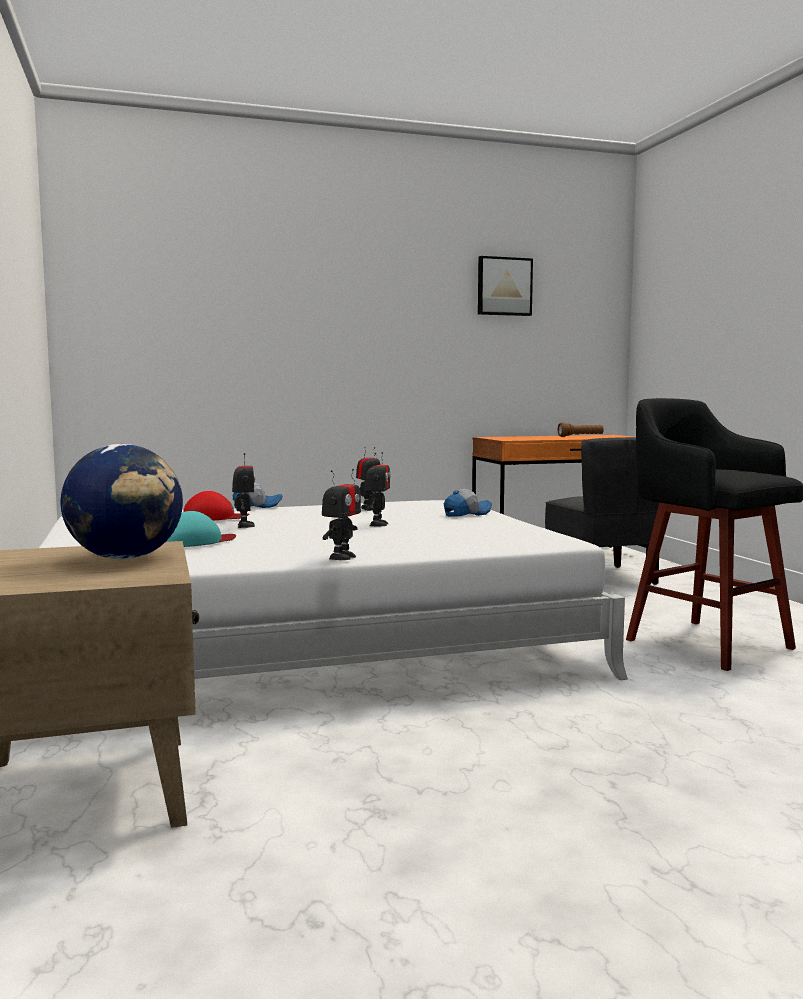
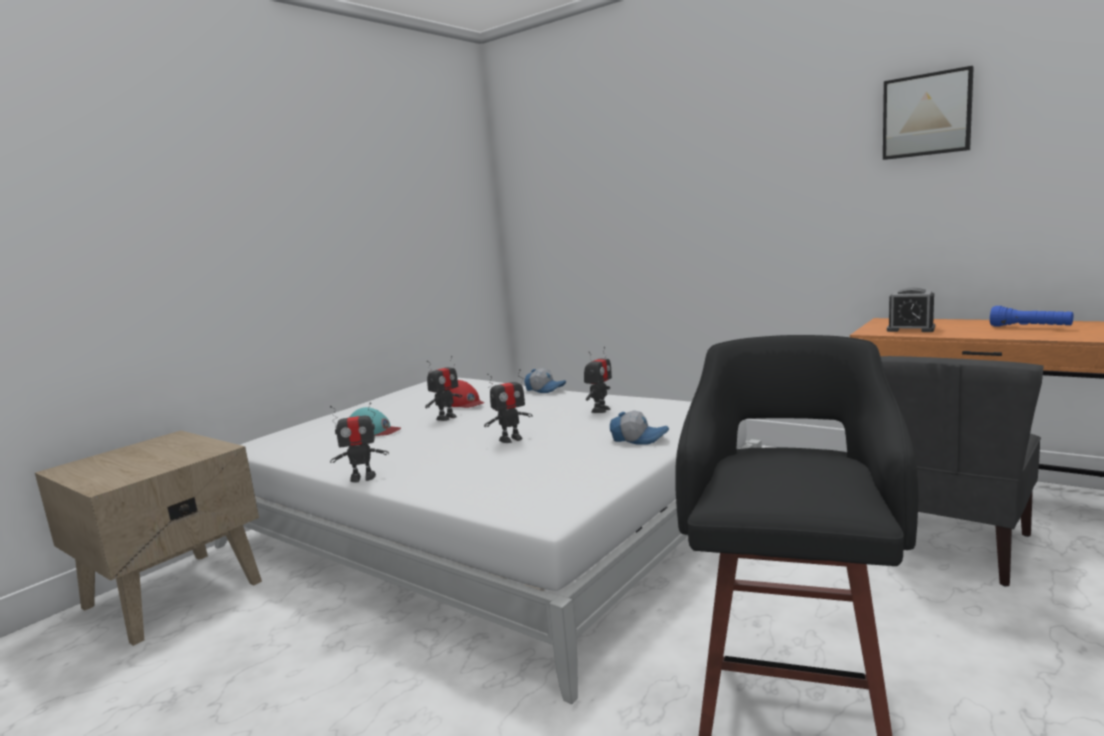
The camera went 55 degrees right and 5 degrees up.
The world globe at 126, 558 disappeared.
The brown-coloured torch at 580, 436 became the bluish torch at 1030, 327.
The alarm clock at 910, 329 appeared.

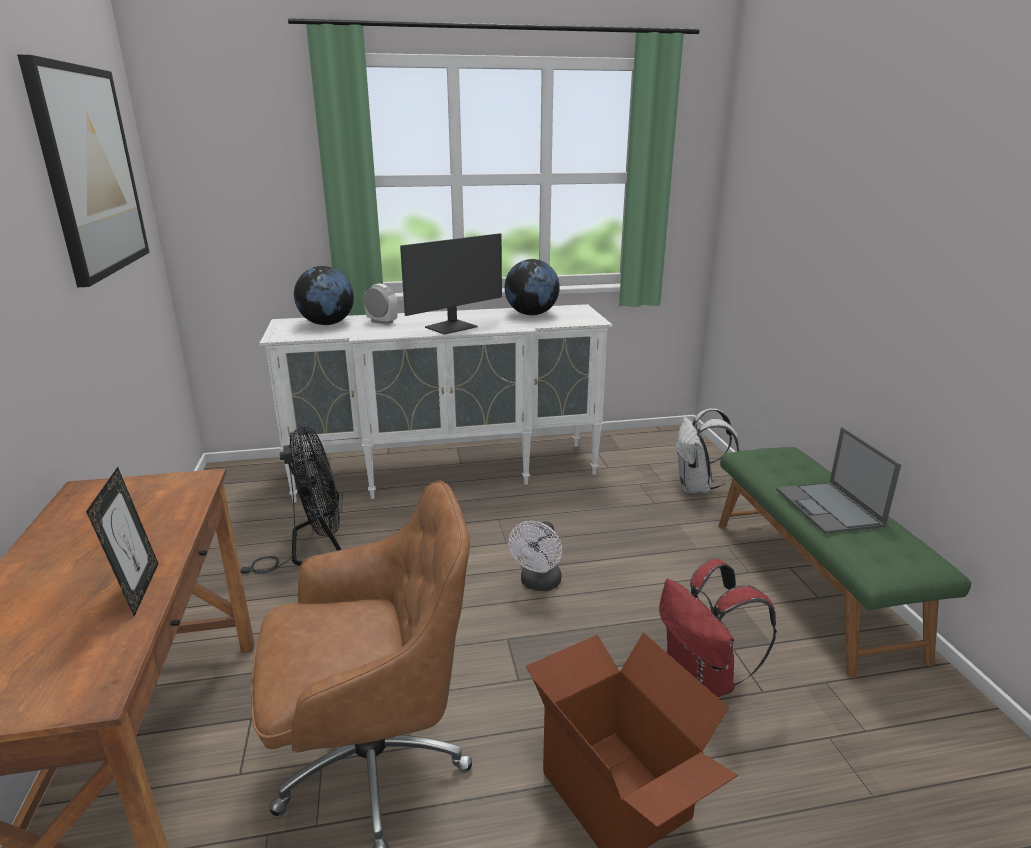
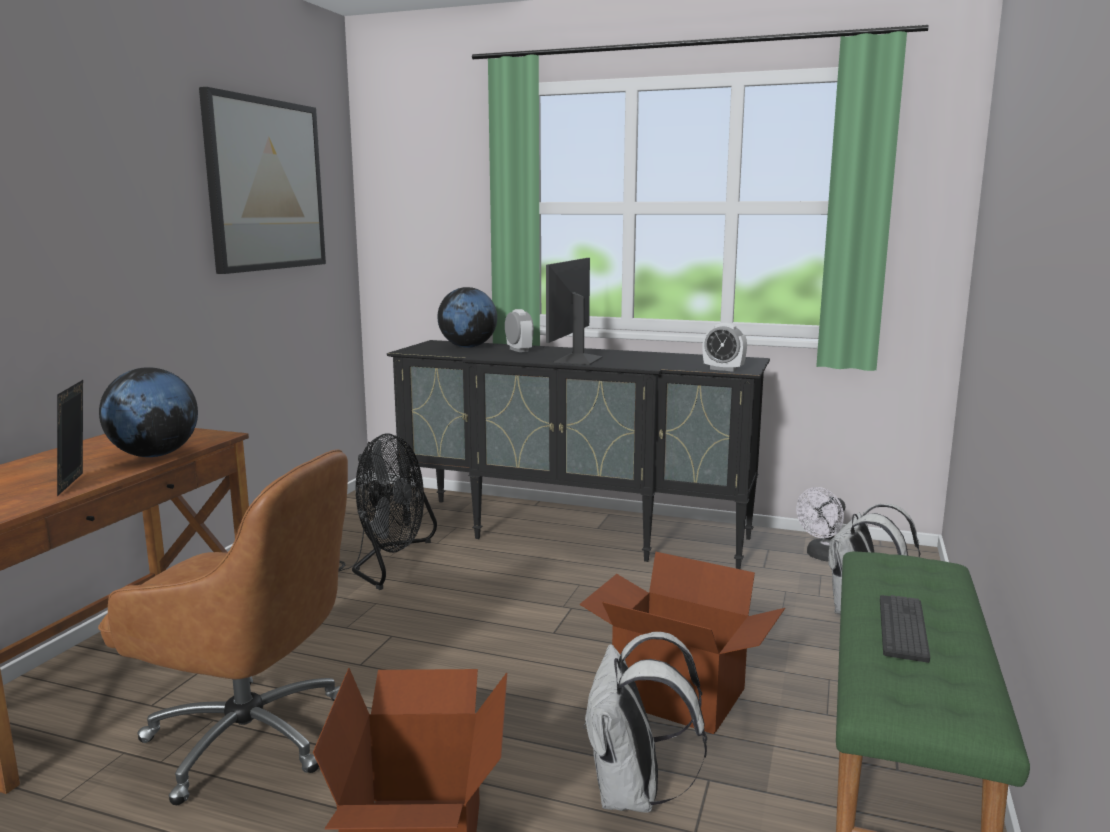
The camera went 30 degrees right and 10 degrees down.
The photo frame at 139, 589 turned 150 degrees clockwise.
The white cupboard at 447, 472 became the black-coloured cupboard at 573, 533.
The computer display at 452, 327 turned 120 degrees clockwise.
The world globe moved from 531, 314 to 154, 455.
The white fan moved from 538, 584 to 823, 557.
The reddish knapsack at 703, 680 became the white knapsack at 633, 794.
The notebook computer at 829, 508 was replaced by the PC keyboard at 902, 628.
The carton at 677, 697 appeared.
The alarm clock at 723, 369 appeared.

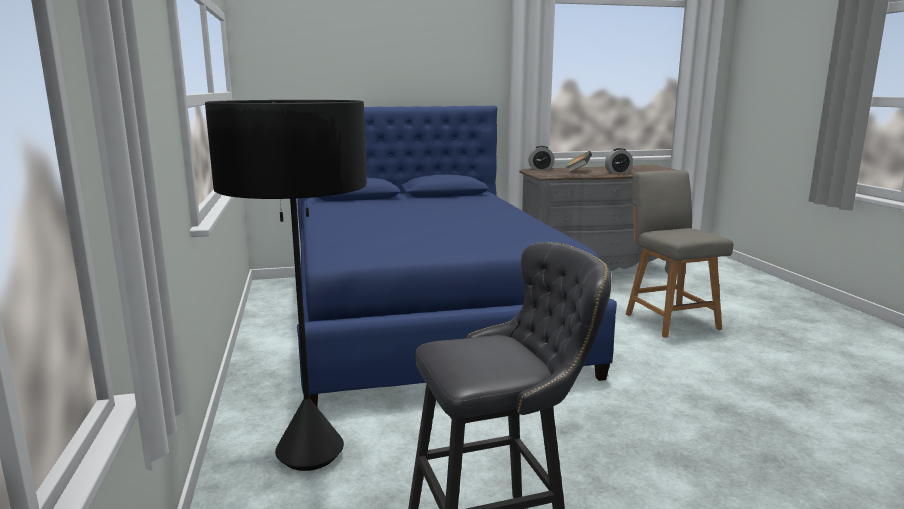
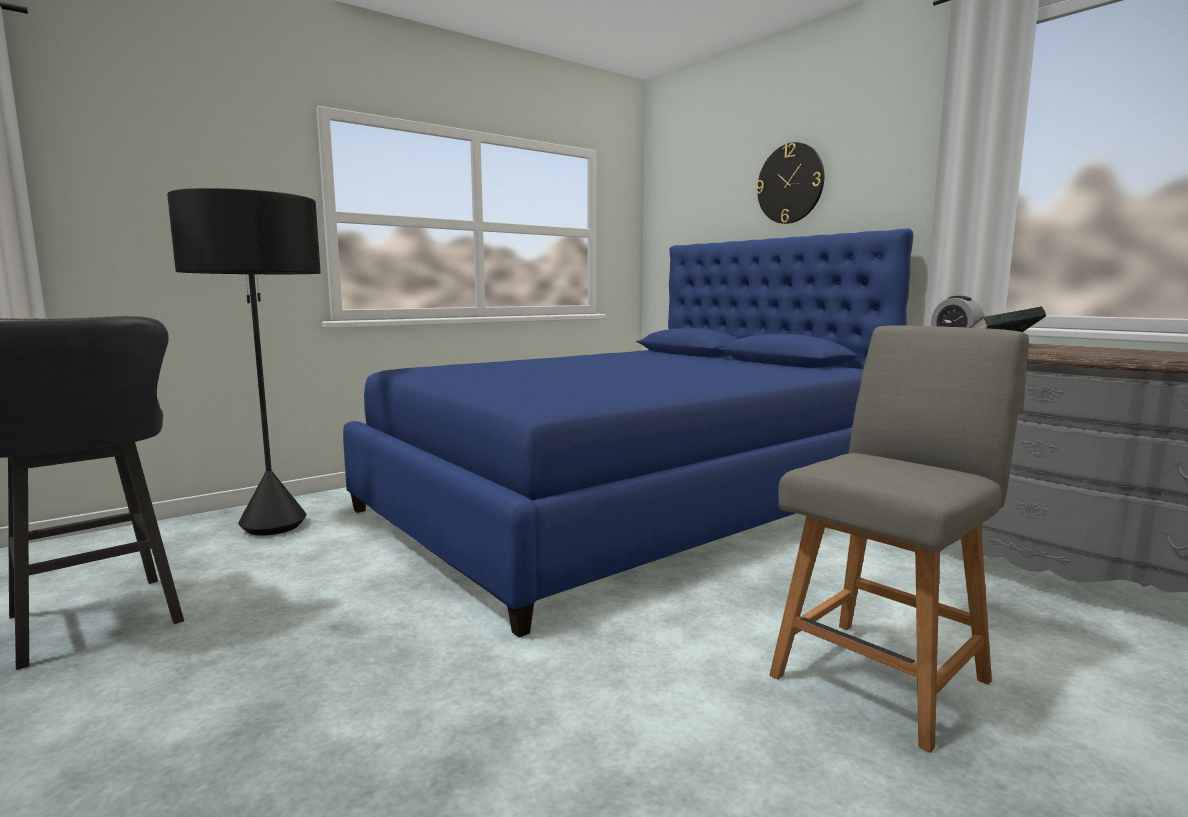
The camera went 65 degrees right and 5 degrees down.
The alarm clock at 618, 172 disappeared.
The clock on the wall at 790, 183 appeared.

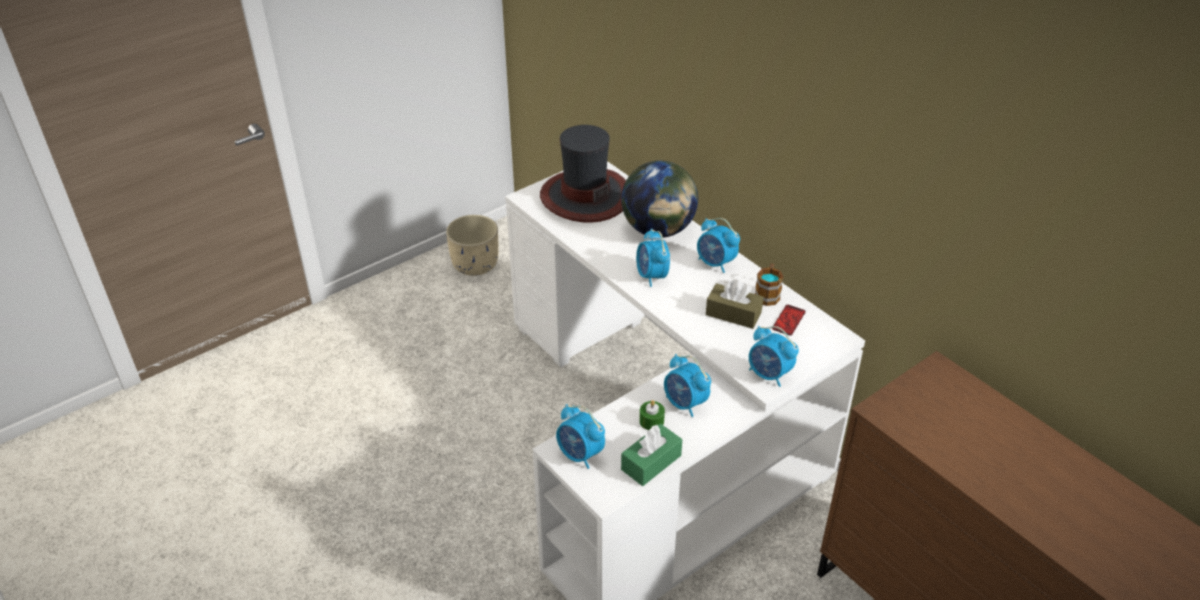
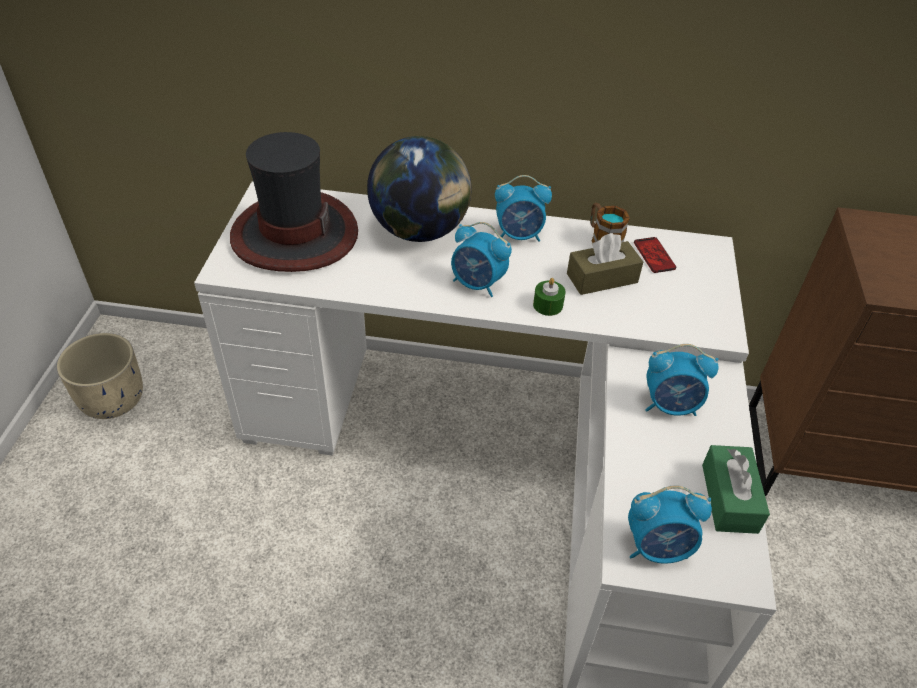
The camera went 45 degrees left and 5 degrees up.
The green candle moved from 651, 421 to 548, 305.
The alarm clock at 769, 374 disappeared.

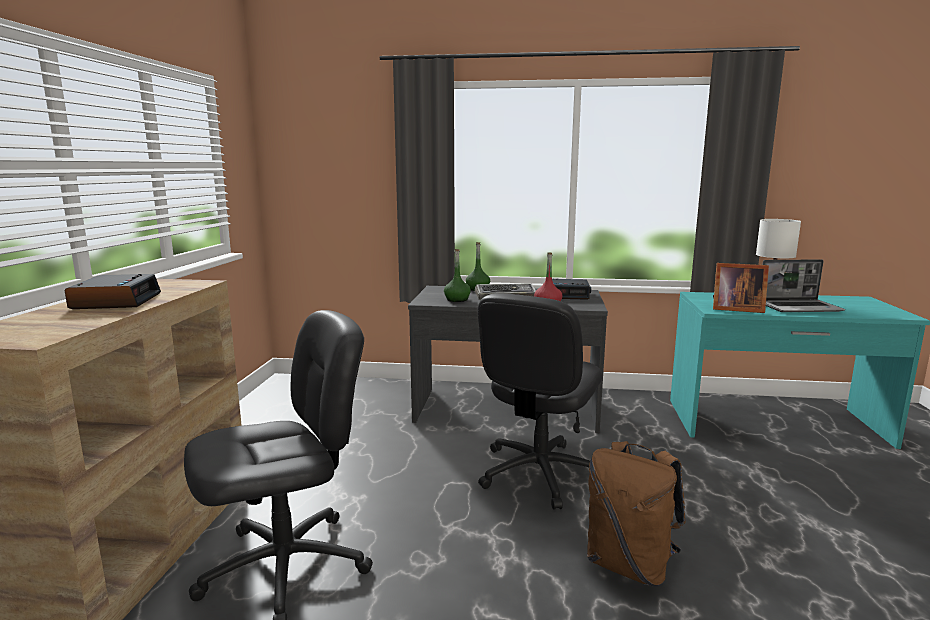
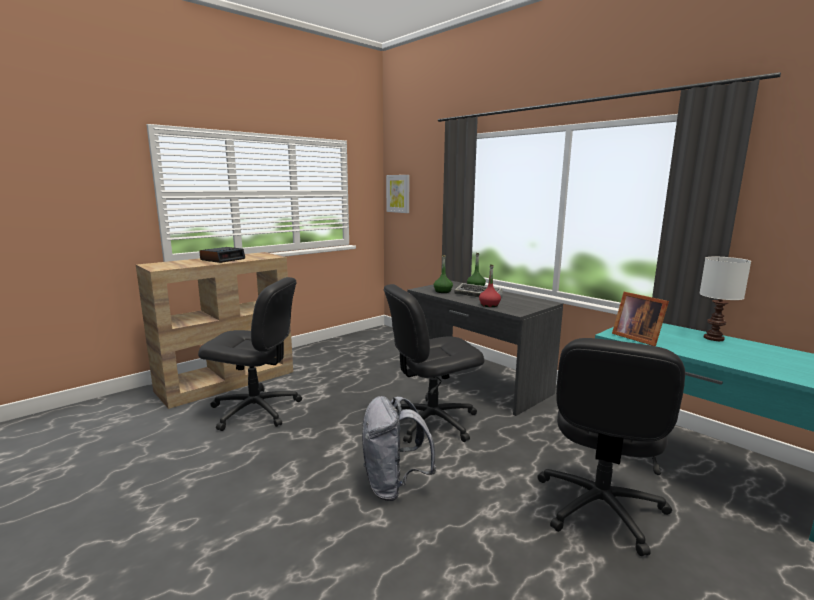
The camera went 40 degrees right and 0 degrees up.
The alarm clock at 568, 294 disappeared.
The brown-coloured knapsack at 630, 565 became the greyish knapsack at 394, 485.
The notebook computer at 800, 307 disappeared.
The wall art at 398, 193 appeared.
The black-coloured office chair at 599, 507 appeared.

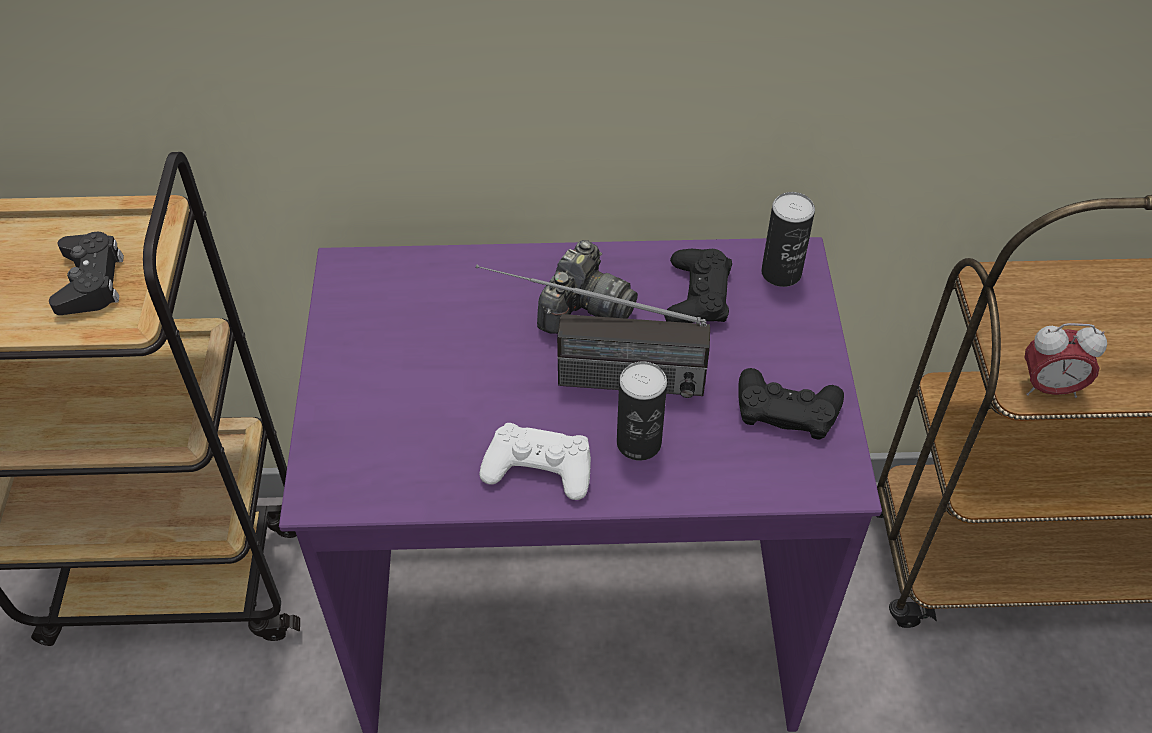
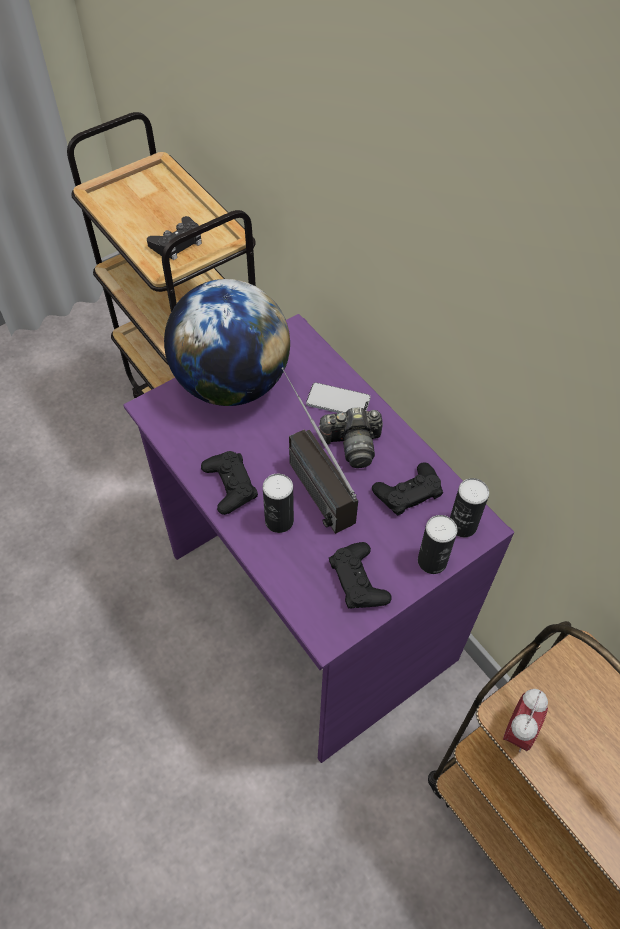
The camera went 55 degrees right and 5 degrees up.
The white gamepad at 539, 468 became the black-coloured gamepad at 229, 485.
The alarm clock at 1049, 387 turned 120 degrees counterclockwise.
The world globe at 232, 383 appeared.
The telephone at 338, 401 appeared.
The sealed can at 432, 561 appeared.

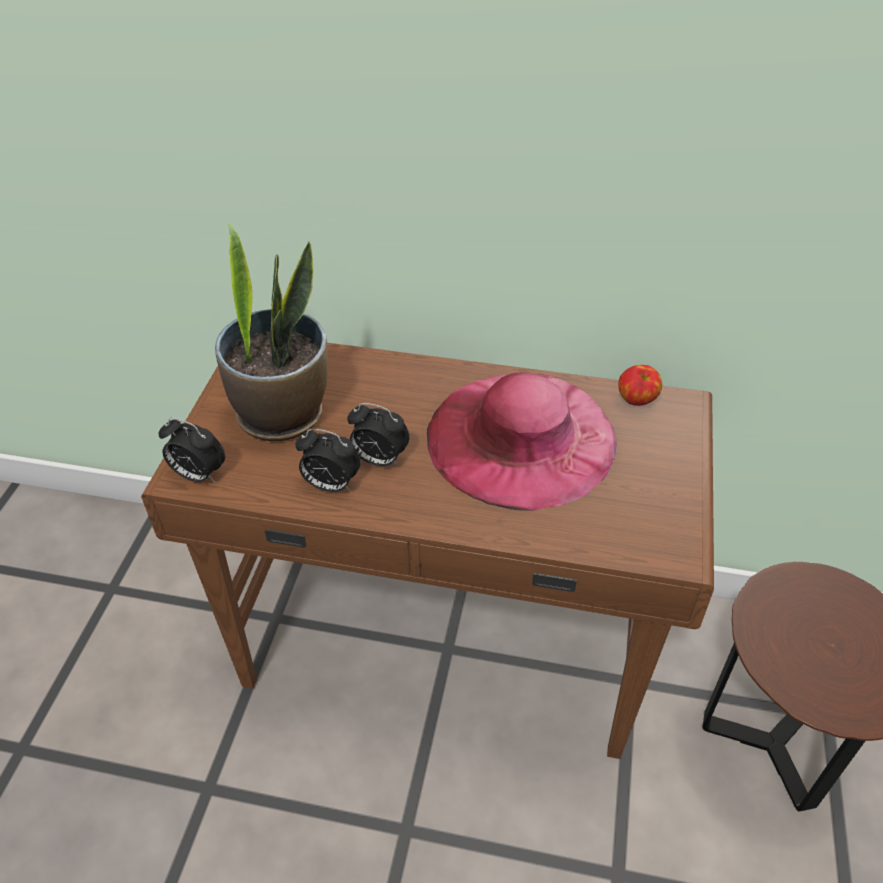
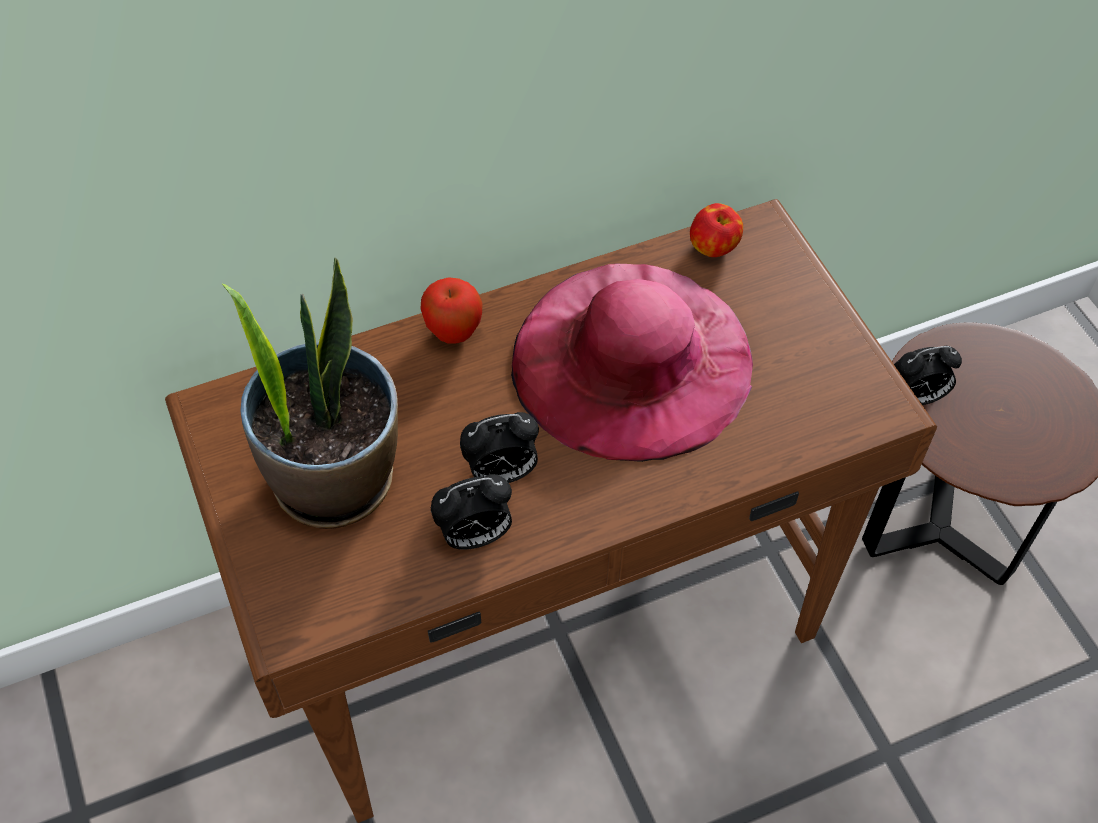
The camera went 35 degrees left and 10 degrees up.
The alarm clock moved from 198, 475 to 916, 397.
The apple fruit at 454, 333 appeared.

